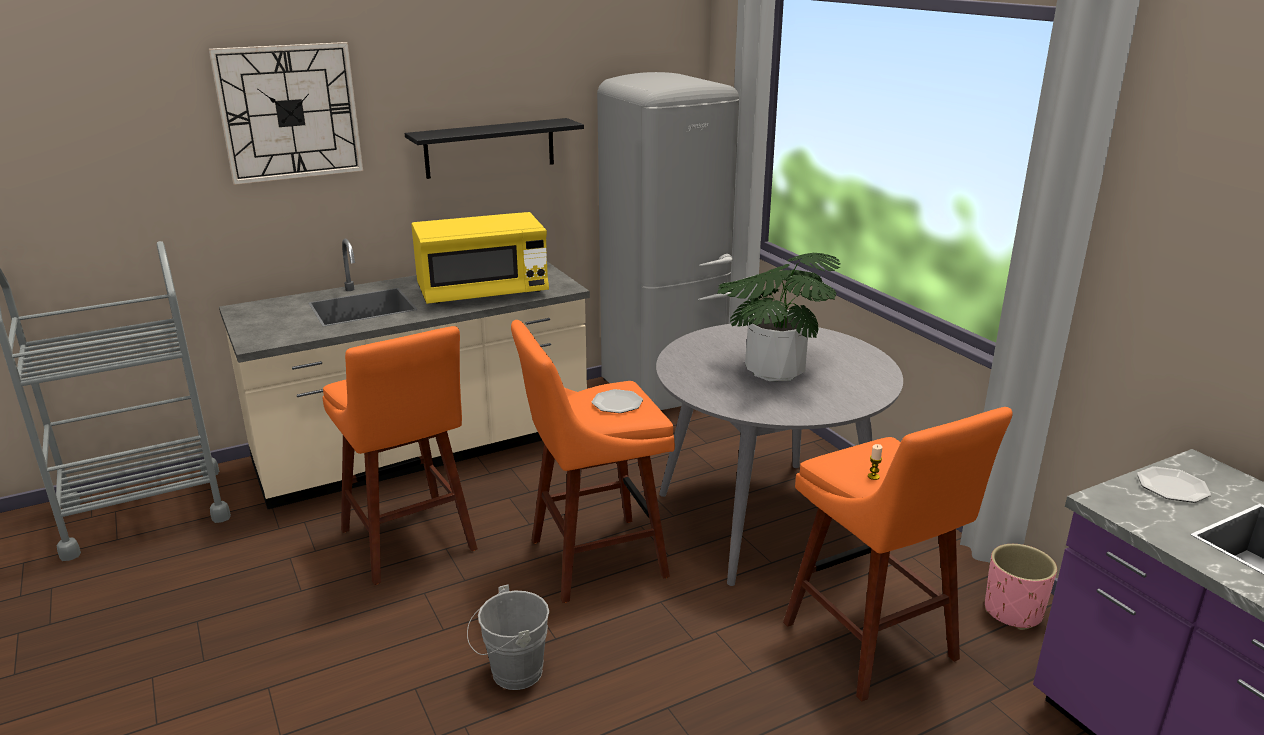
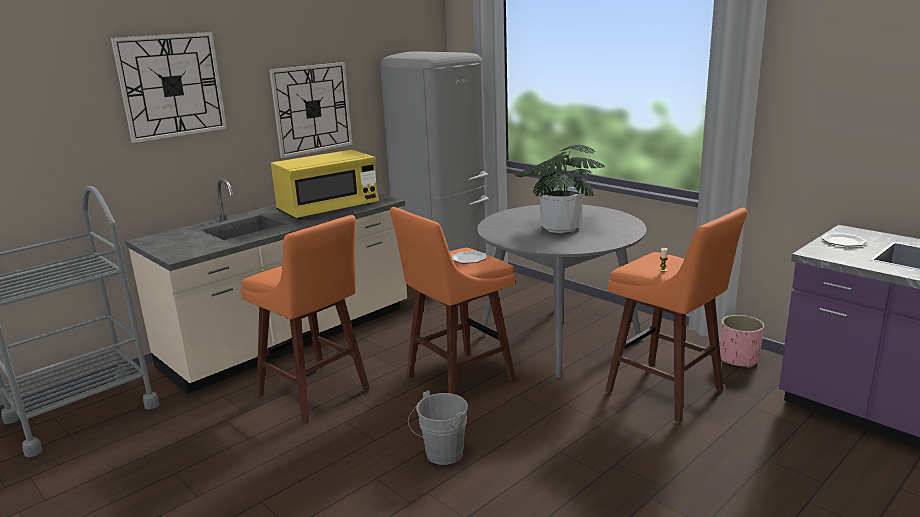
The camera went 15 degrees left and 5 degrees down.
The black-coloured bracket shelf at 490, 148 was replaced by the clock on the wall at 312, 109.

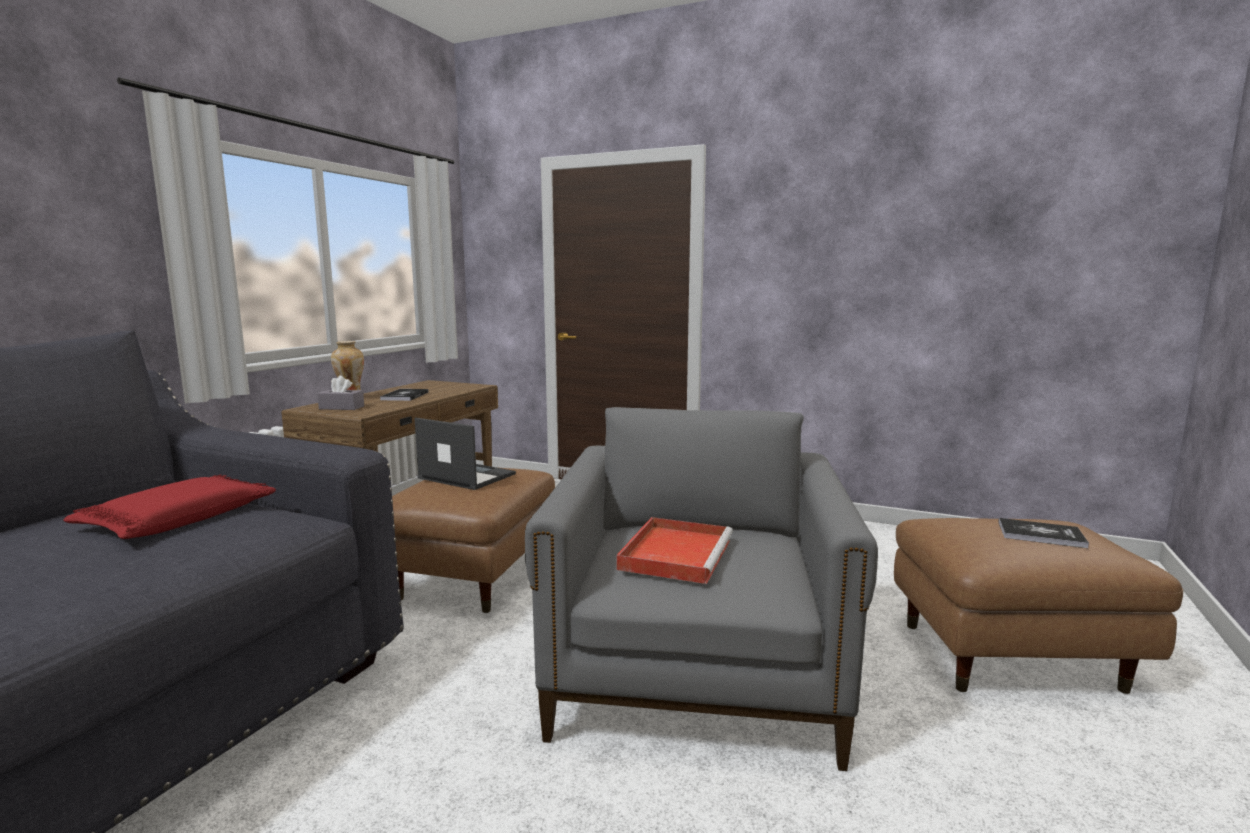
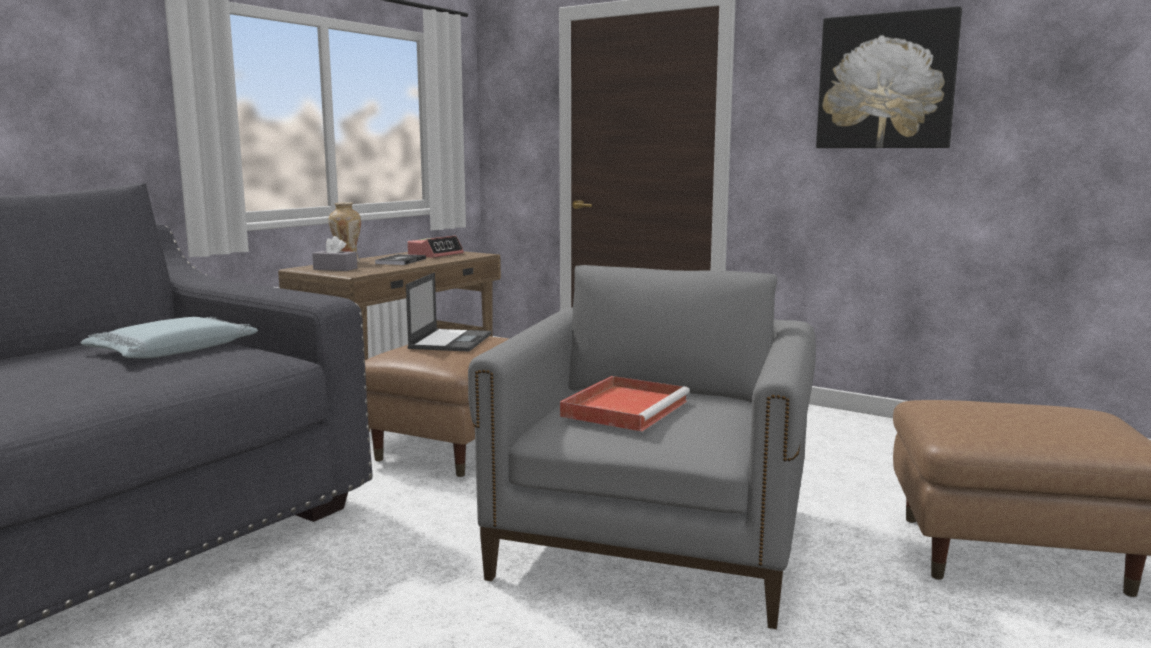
The camera went 10 degrees right and 0 degrees up.
The reddish pillow at 179, 516 became the bluish pillow at 173, 348.
The notebook computer at 465, 476 turned 60 degrees clockwise.
The volume at 1041, 534 disappeared.
The alarm clock at 435, 255 appeared.
The wall art at 886, 81 appeared.

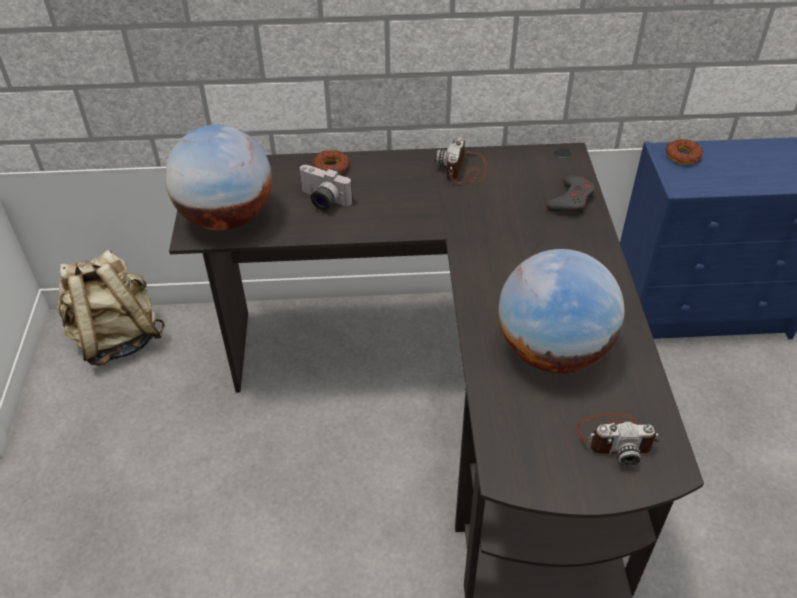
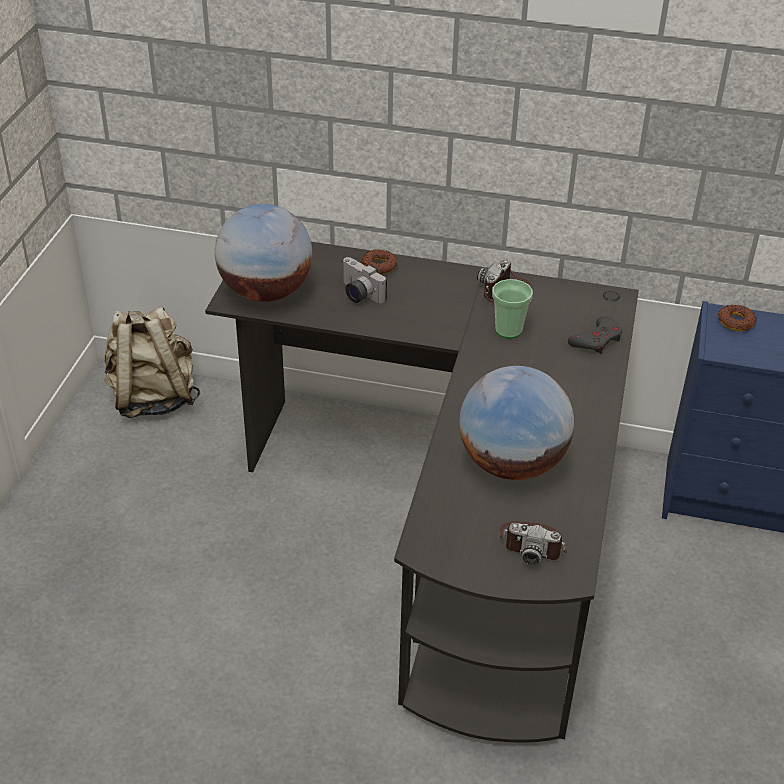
The camera went 15 degrees right and 5 degrees down.
The drinking cup at 508, 330 appeared.

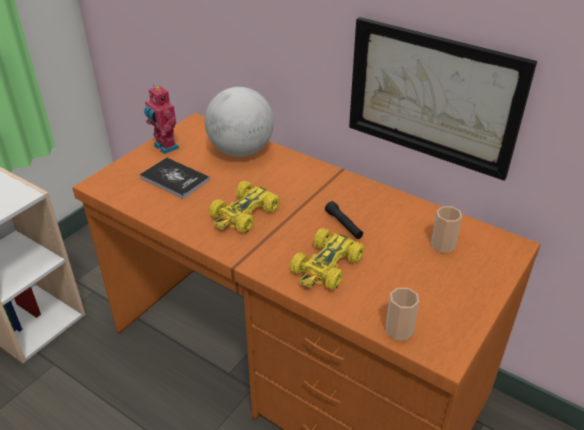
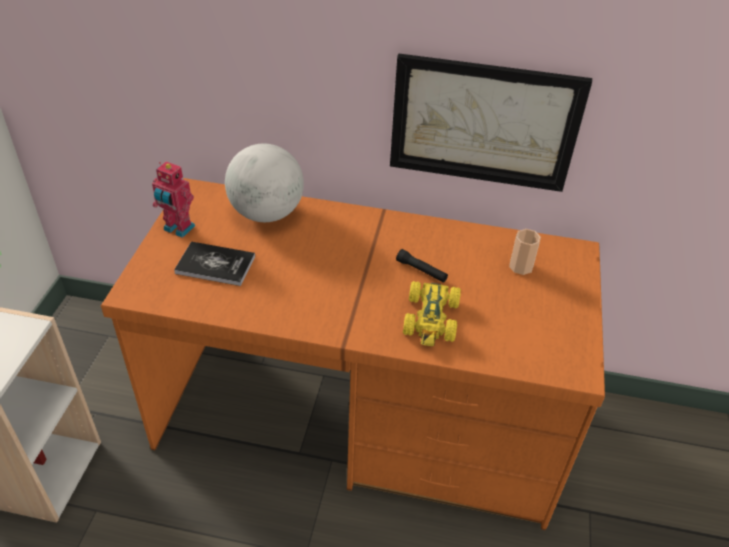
The camera went 25 degrees left and 5 degrees up.
The yellow-coloured model car at 244, 214 disappeared.
The drinking cup at 399, 330 disappeared.

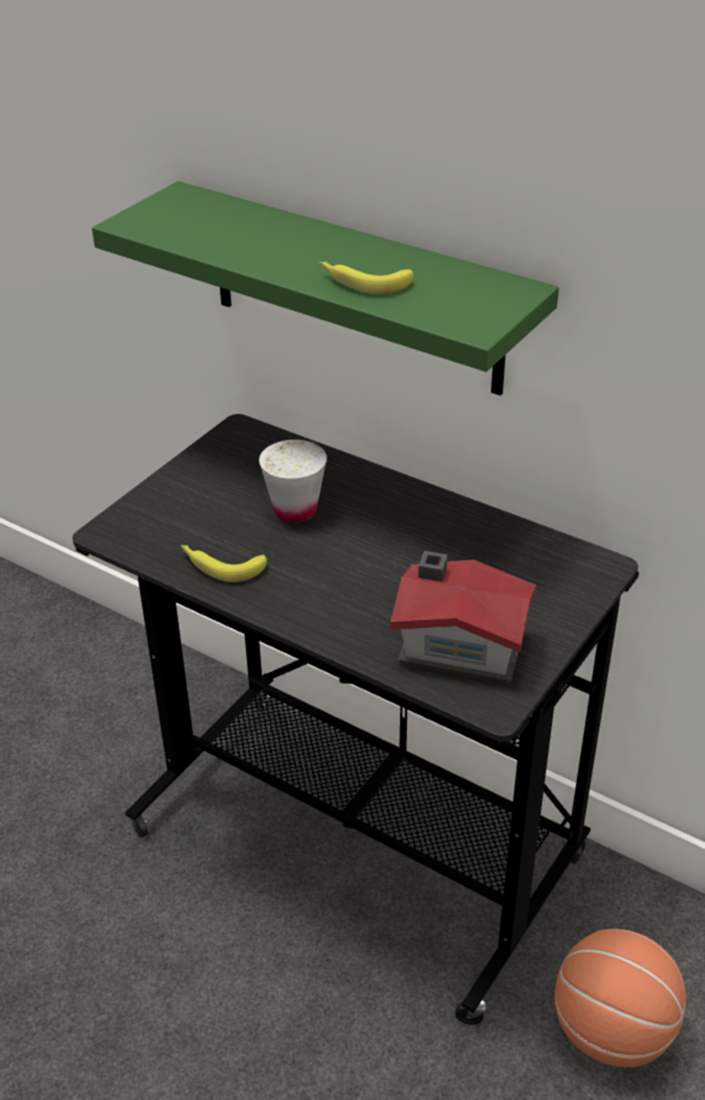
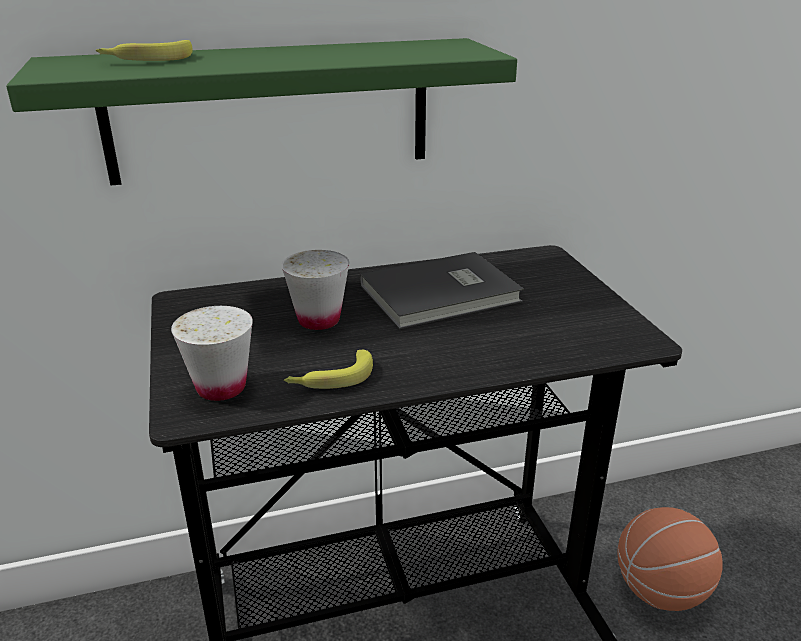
The camera went 50 degrees left and 10 degrees down.
The whole banana moved from 363, 282 to 147, 60.
The miniature house at 459, 645 disappeared.
The white drinking cup at 221, 387 appeared.
The greyish volume at 443, 295 appeared.

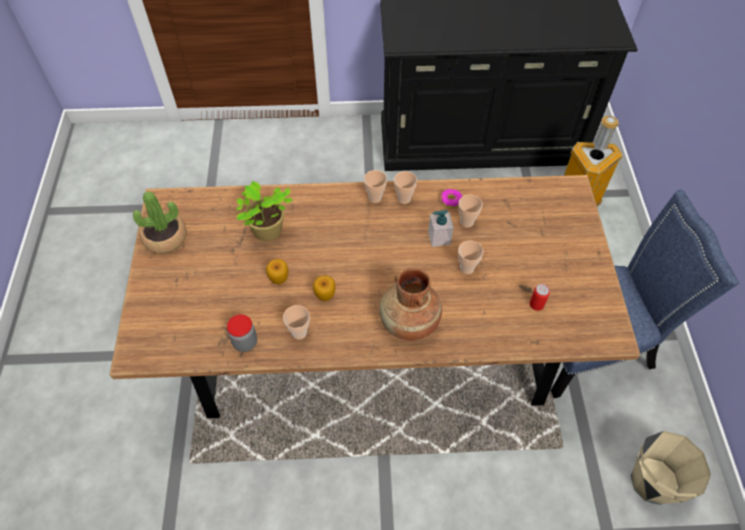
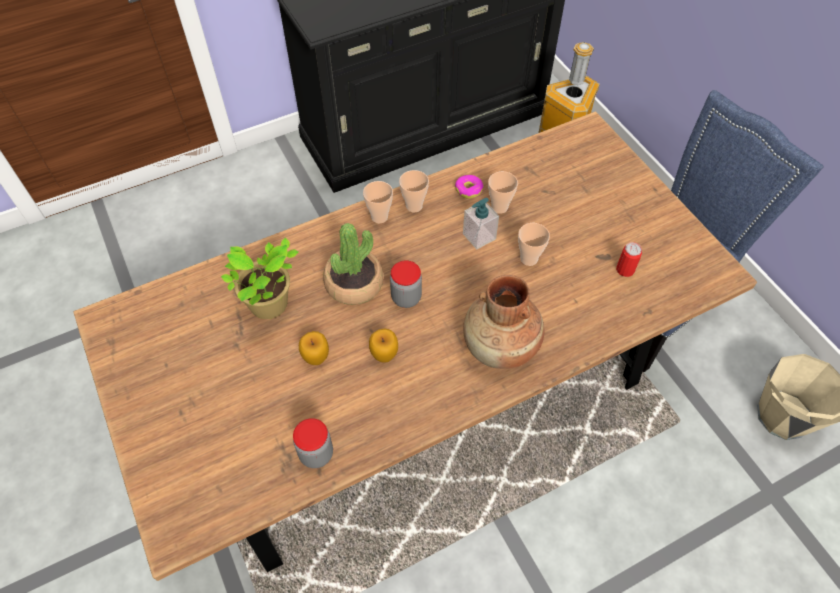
The camera went 25 degrees left and 0 degrees up.
The plant in a pot moved from 165, 238 to 354, 284.
The drinking cup at 299, 333 disappeared.
The jar at 406, 297 appeared.

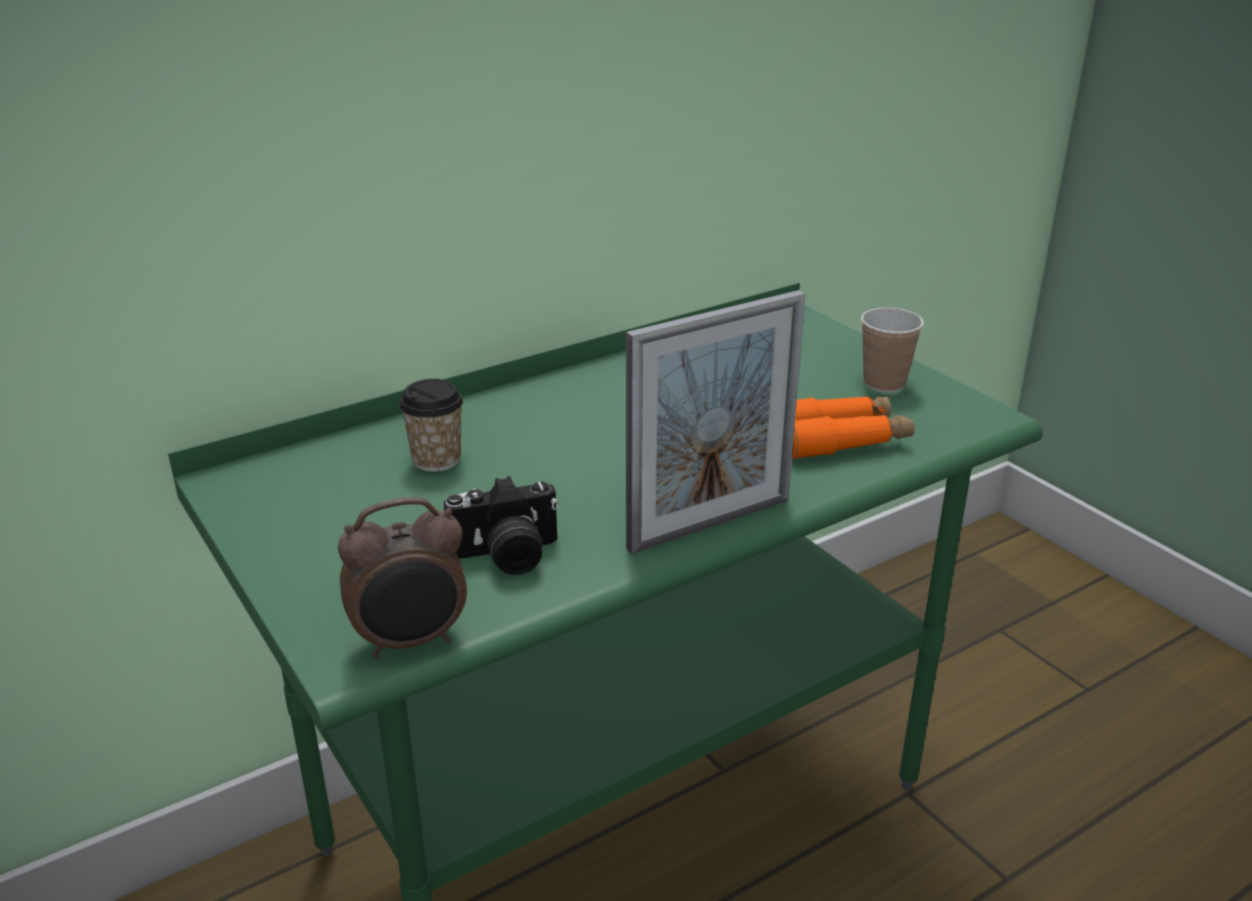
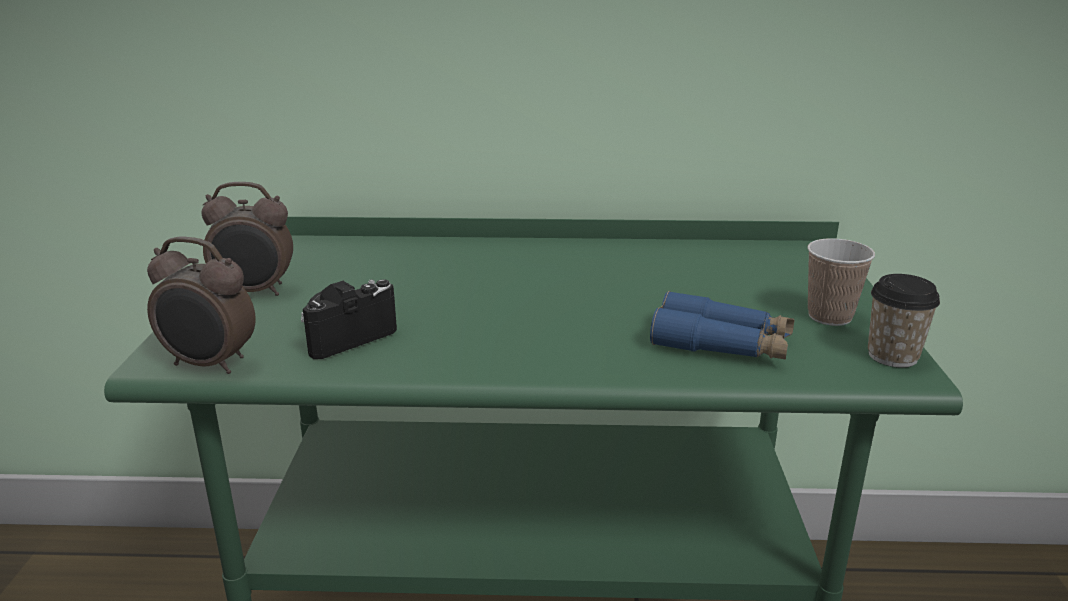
The camera went 35 degrees right and 5 degrees down.
The drinking cup moved from 436, 460 to 892, 356.
The still camera at 506, 556 turned 120 degrees clockwise.
The photo frame at 709, 524 disappeared.
The orange-coloured pair of binoculars at 839, 439 became the bluish pair of binoculars at 721, 344.
The alarm clock at 255, 292 appeared.

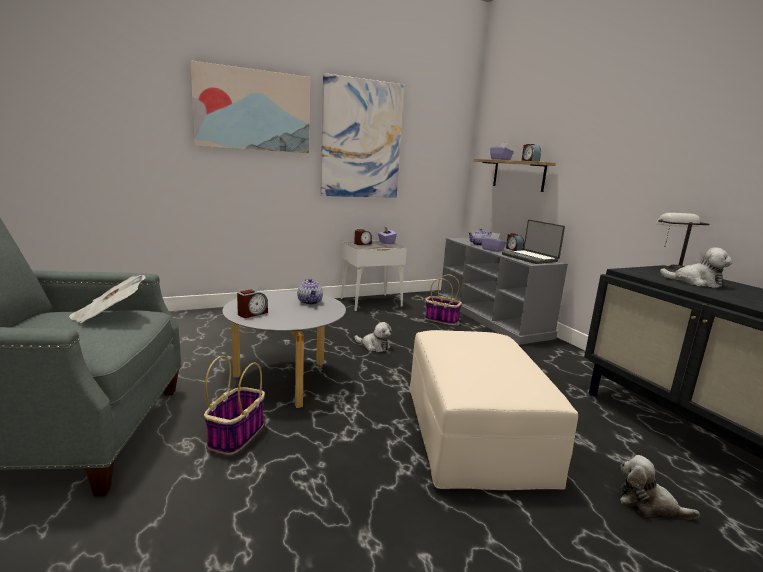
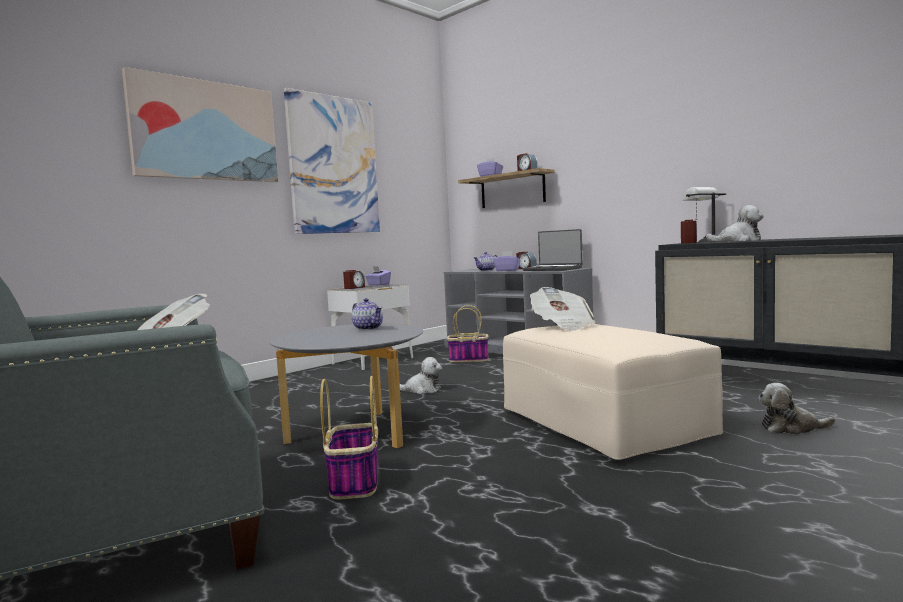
The camera went 20 degrees left and 10 degrees down.
The alarm clock moved from 252, 313 to 688, 243.
The daily paper at 562, 326 appeared.

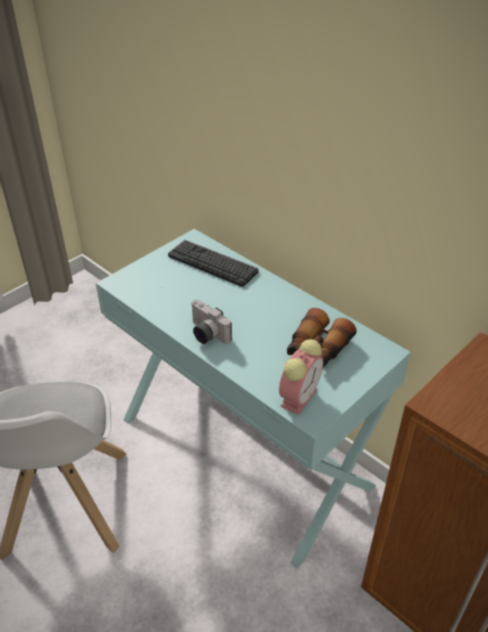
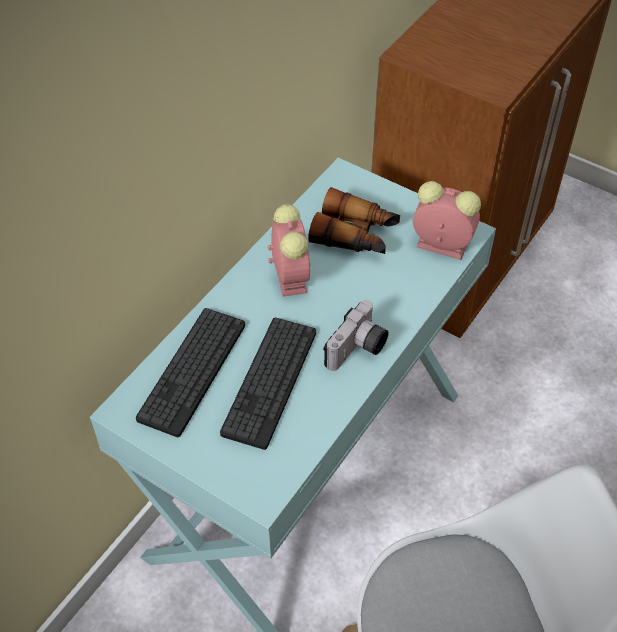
The camera went 100 degrees left and 10 degrees up.
The PC keyboard at 270, 382 appeared.
The alarm clock at 289, 275 appeared.

